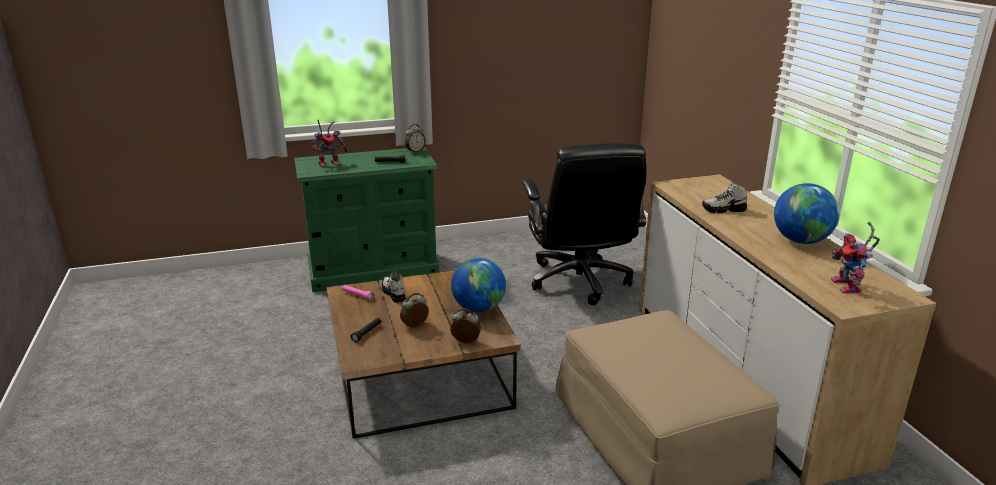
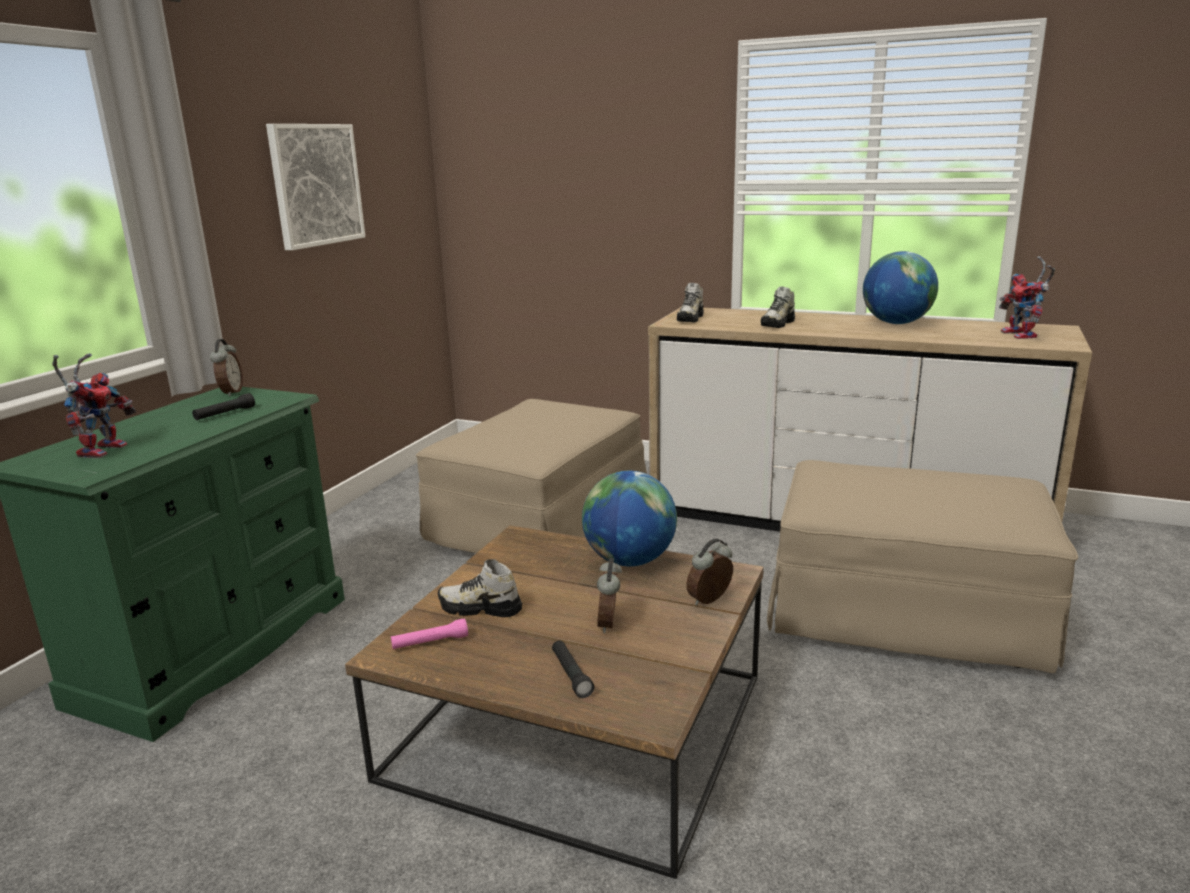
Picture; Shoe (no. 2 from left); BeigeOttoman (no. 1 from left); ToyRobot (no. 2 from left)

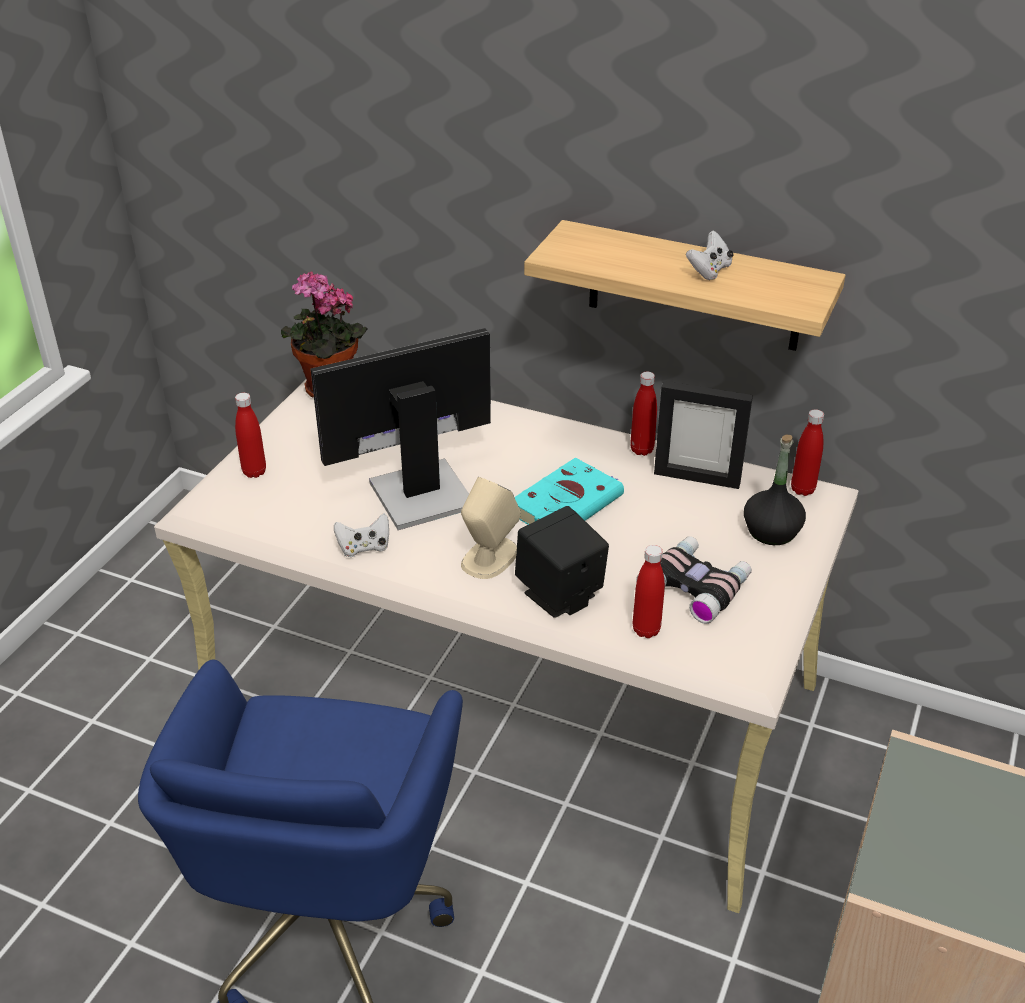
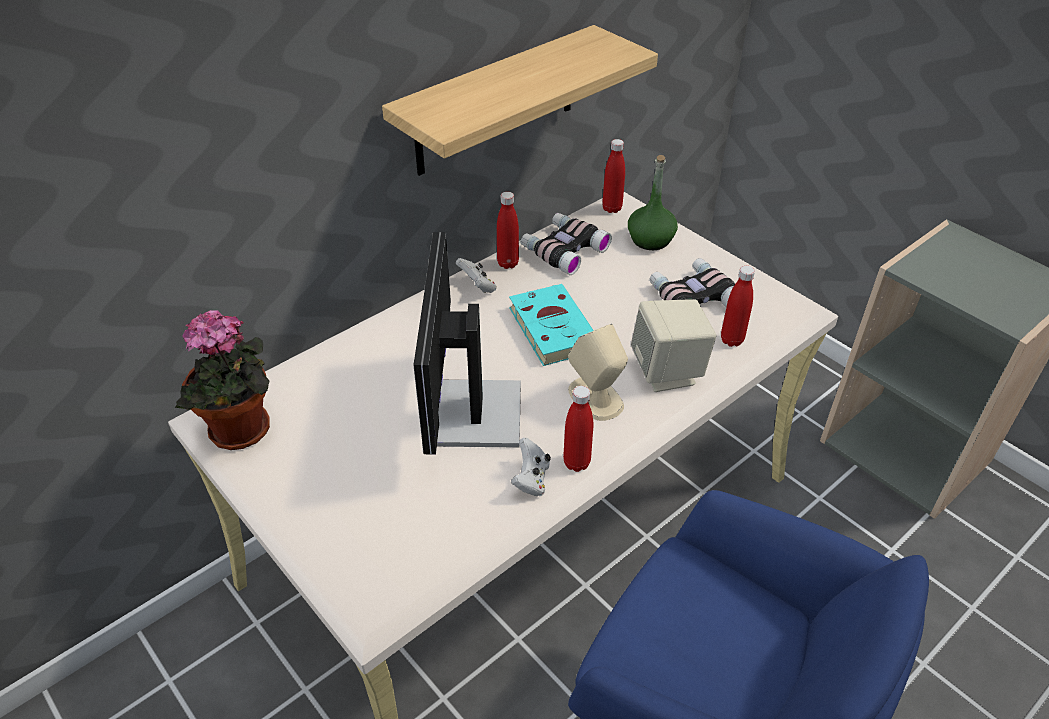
RedBottle (no. 2 from left); WhiteGameController (no. 1 from left); Binoculars (no. 1 from left); BeigeSpeaker (no. 2 from left); GreenBottle

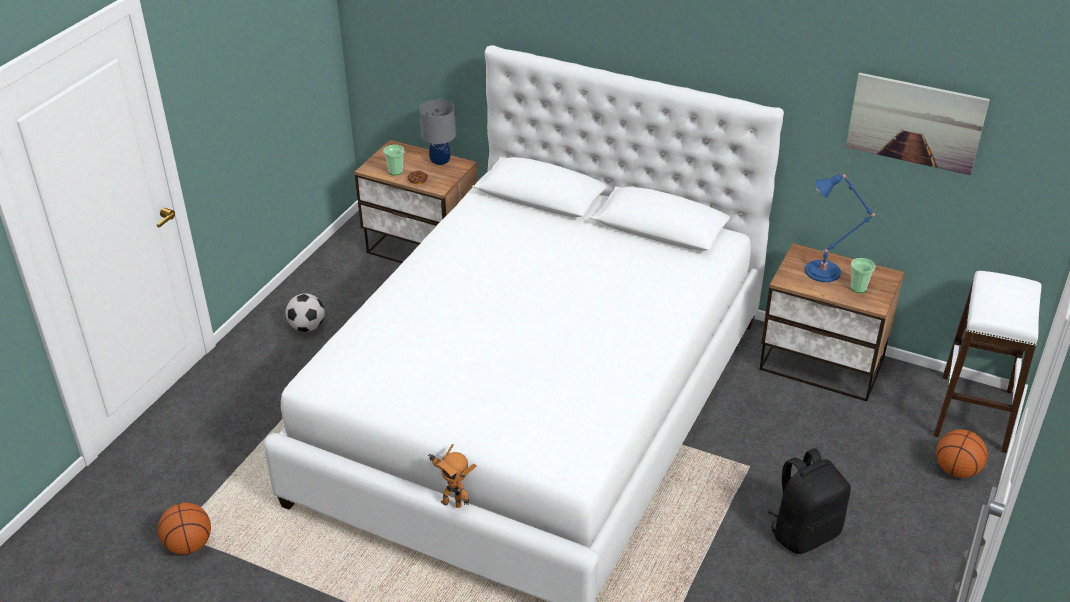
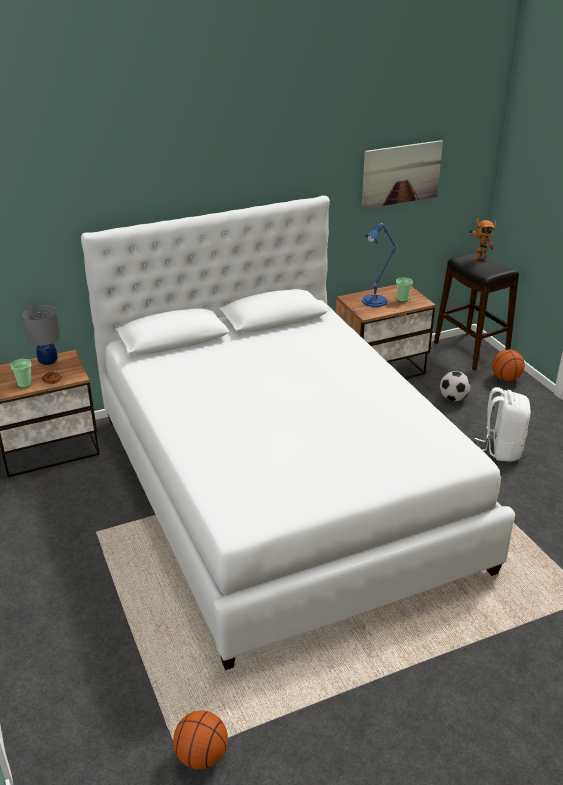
Football; ToyRobot; WhiteBackpack; BlackStool

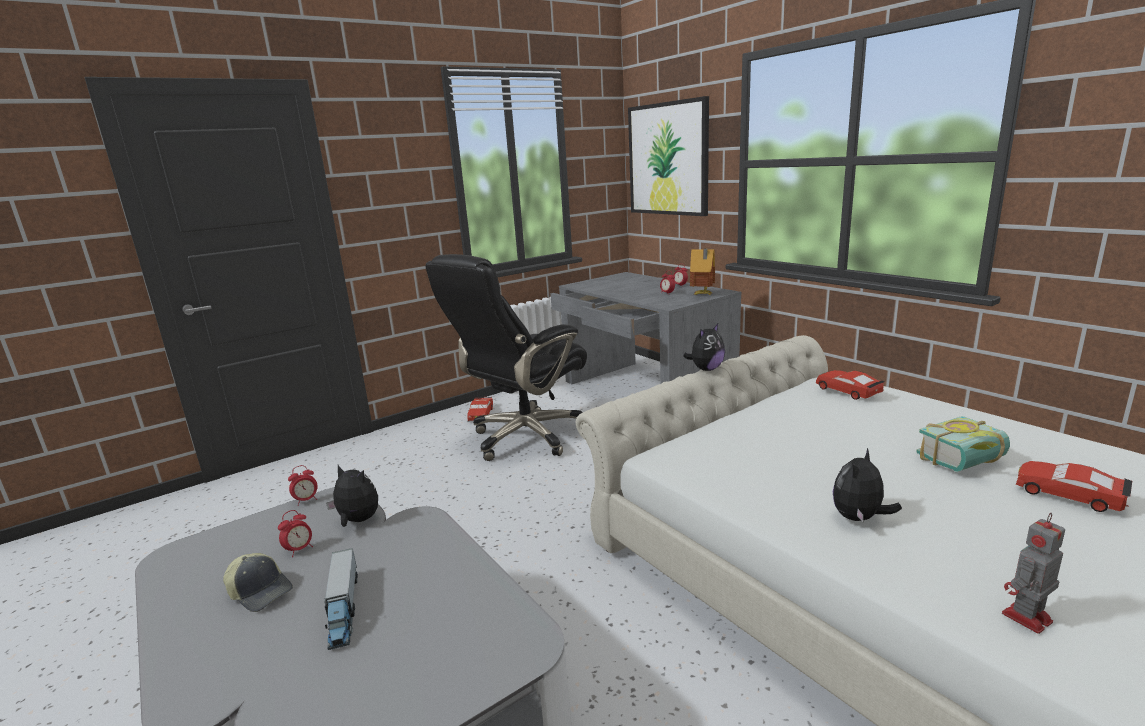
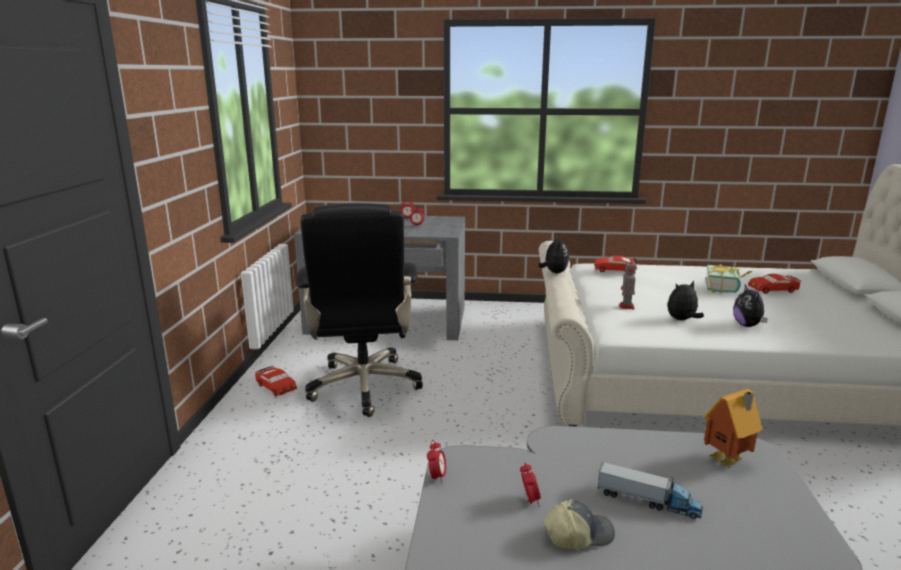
Picture; PlushToy (no. 2 from left); ToyHouse; ToyRobot

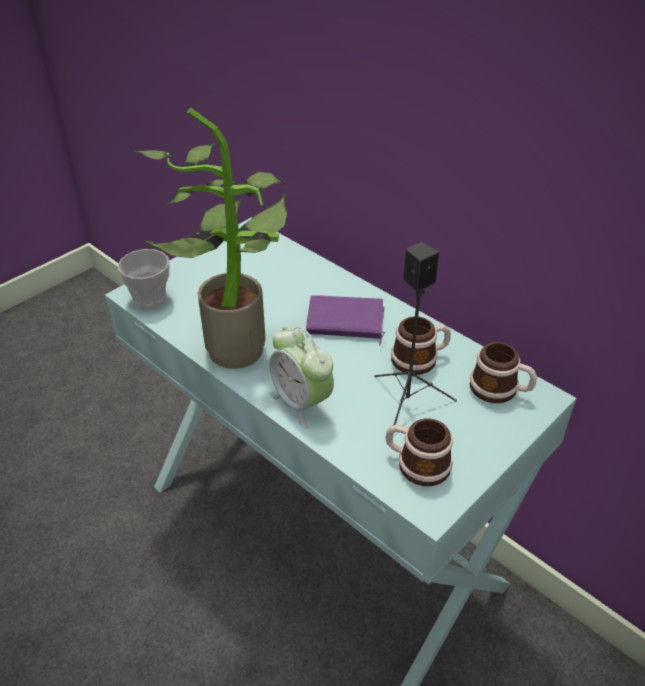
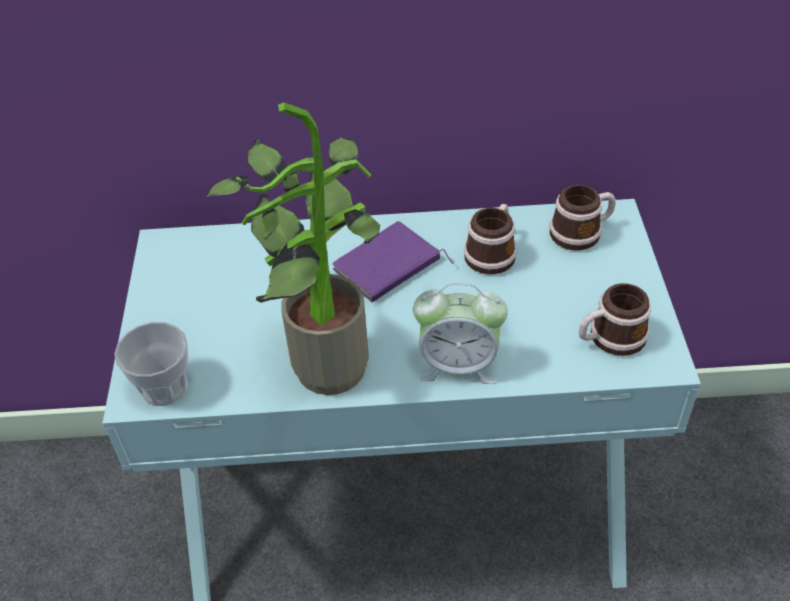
BlackSpeaker

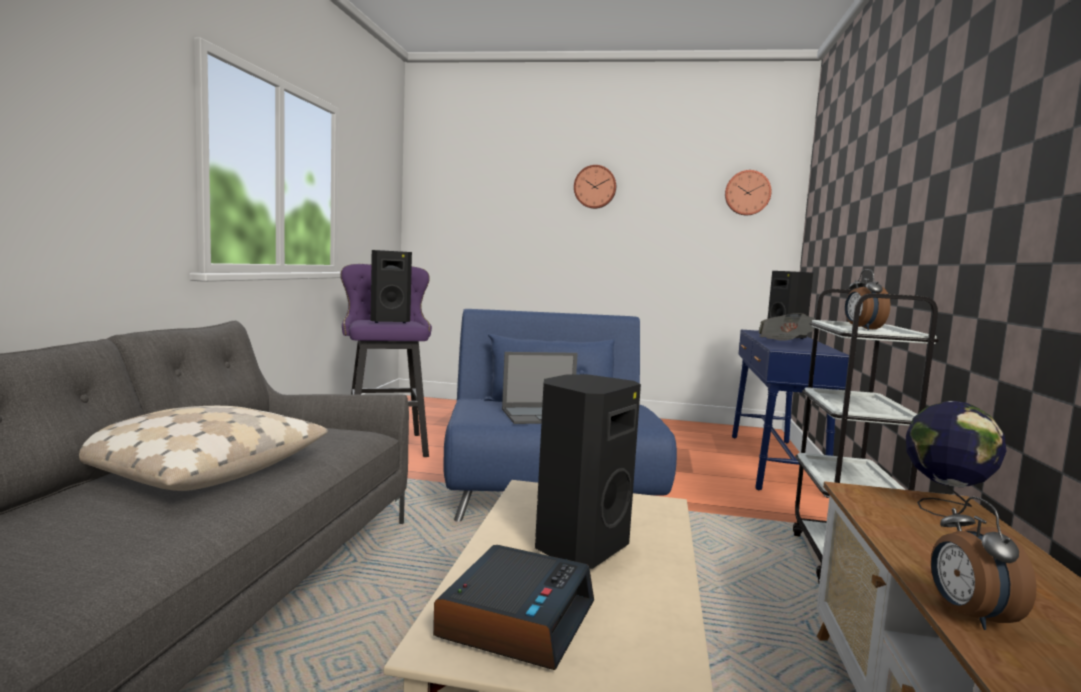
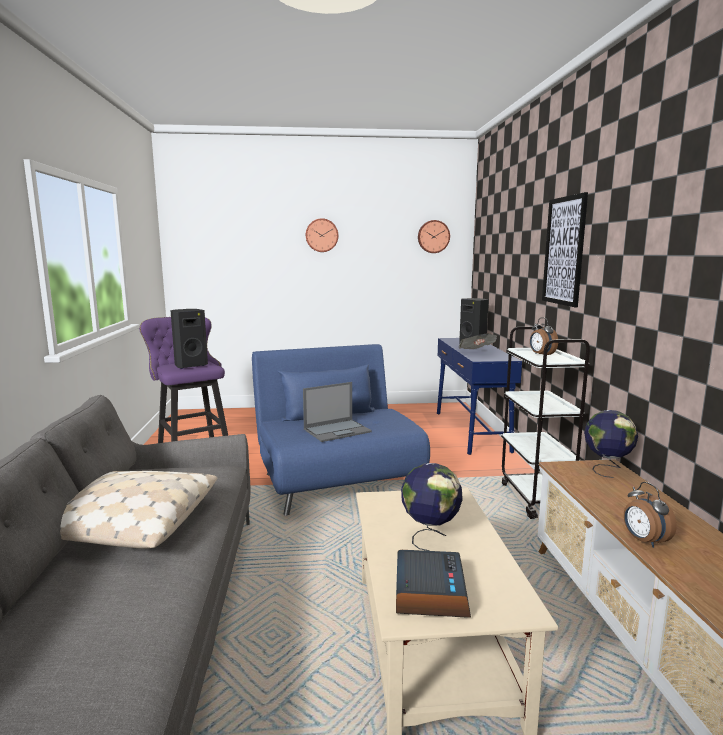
Picture; Globe (no. 1 from left)

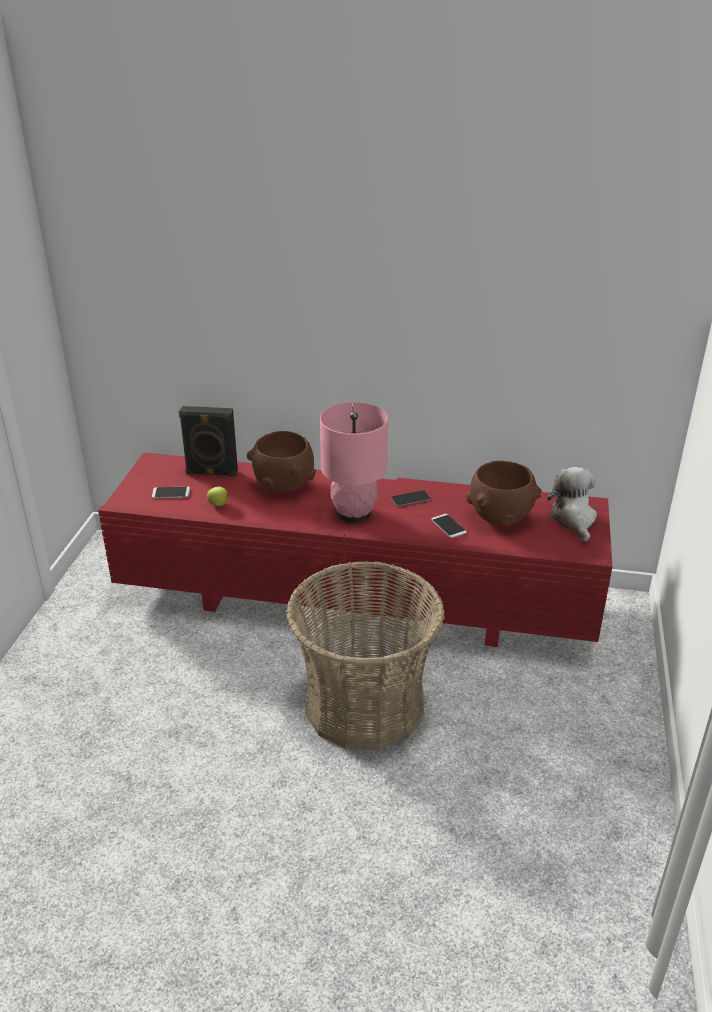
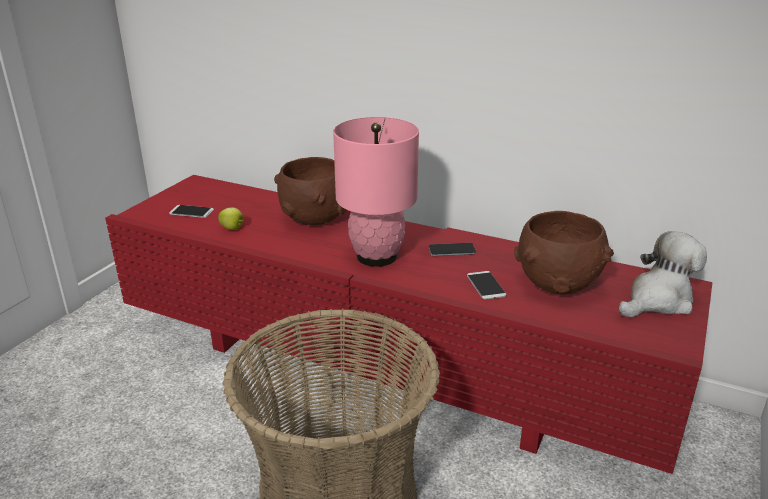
BlackSpeaker; PlushToy

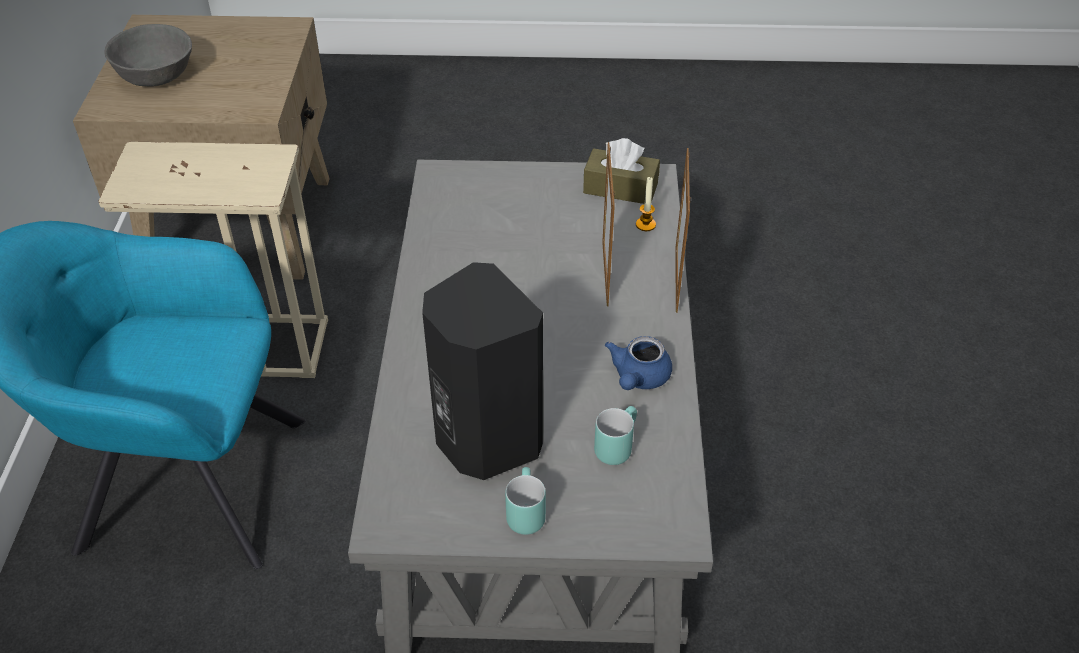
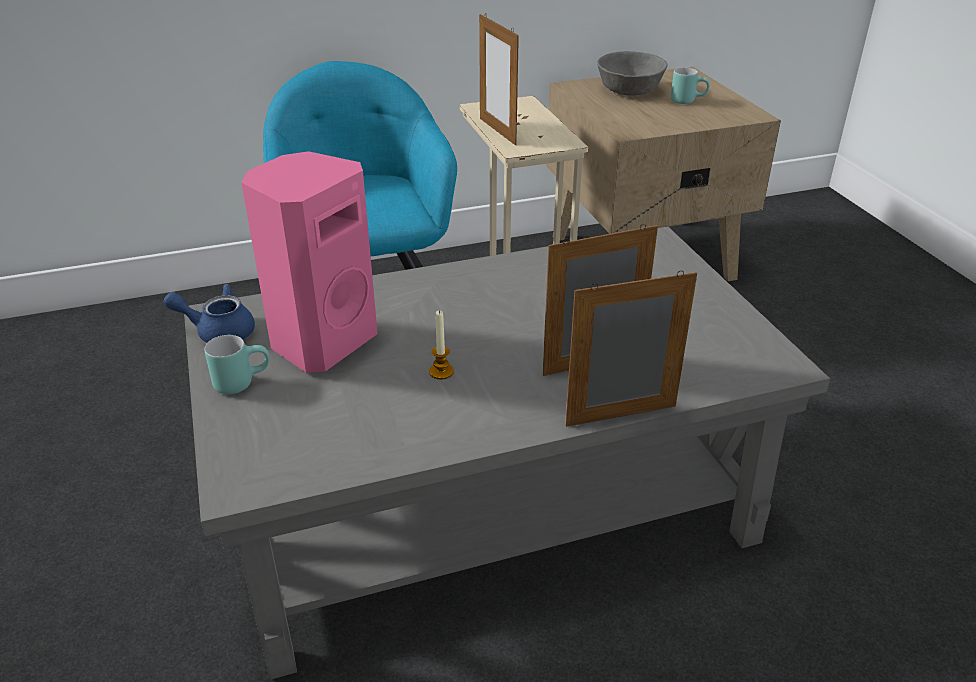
BrownTissueBox; PictureFrame (no. 1 from left); TurquoiseMug (no. 2 from left); BlueTeapot; Candle; PinkSpeaker

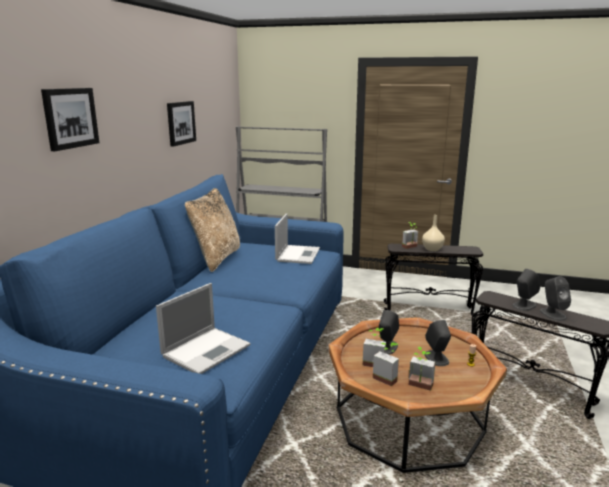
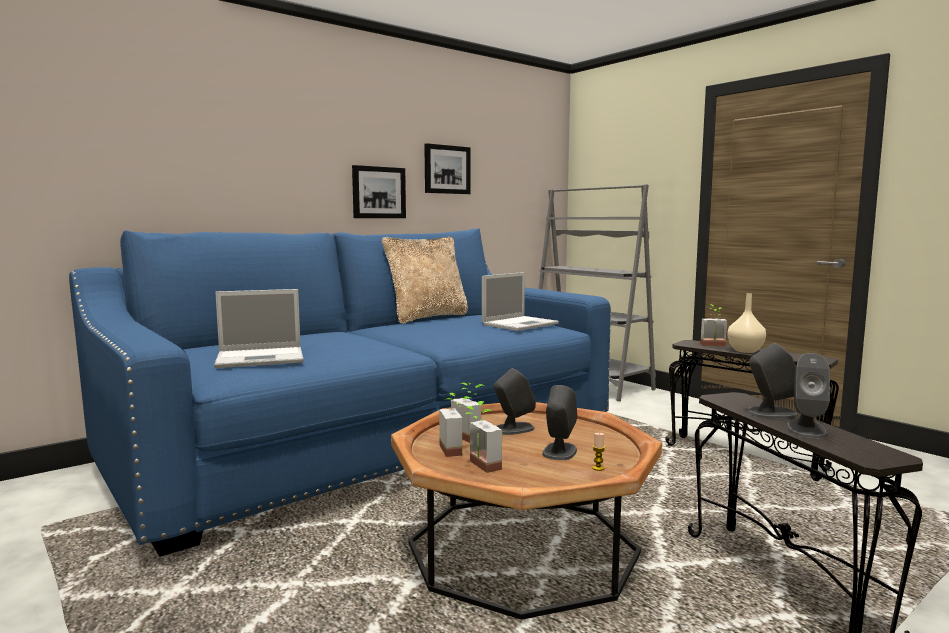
Picture (no. 1 from left)

